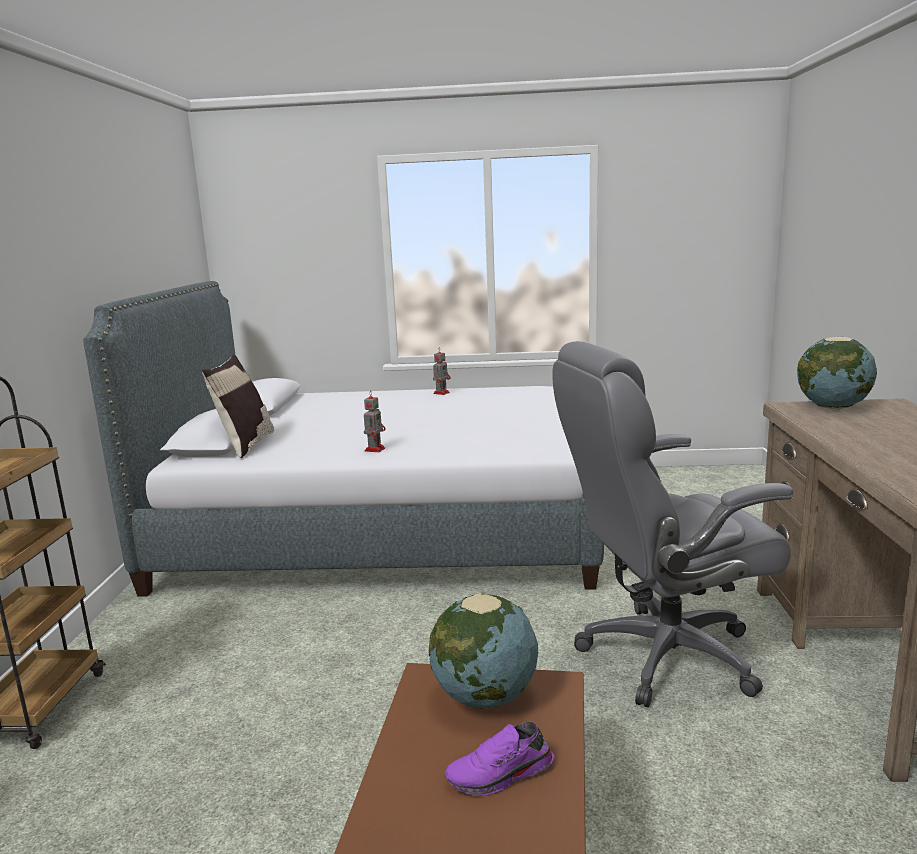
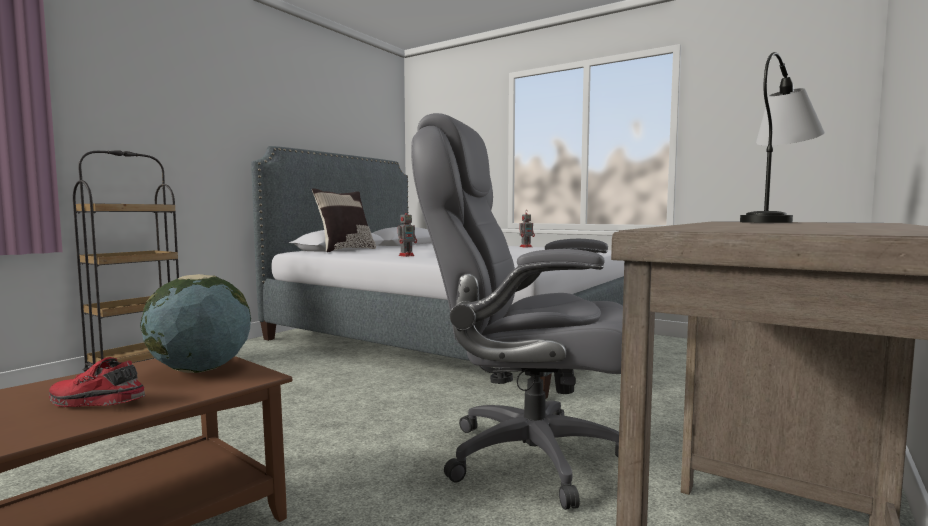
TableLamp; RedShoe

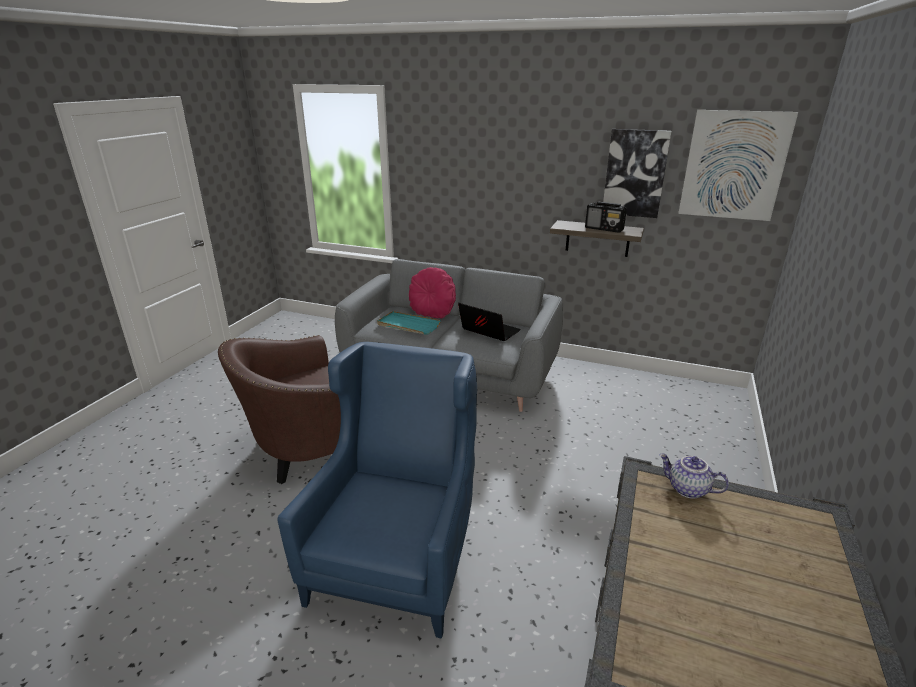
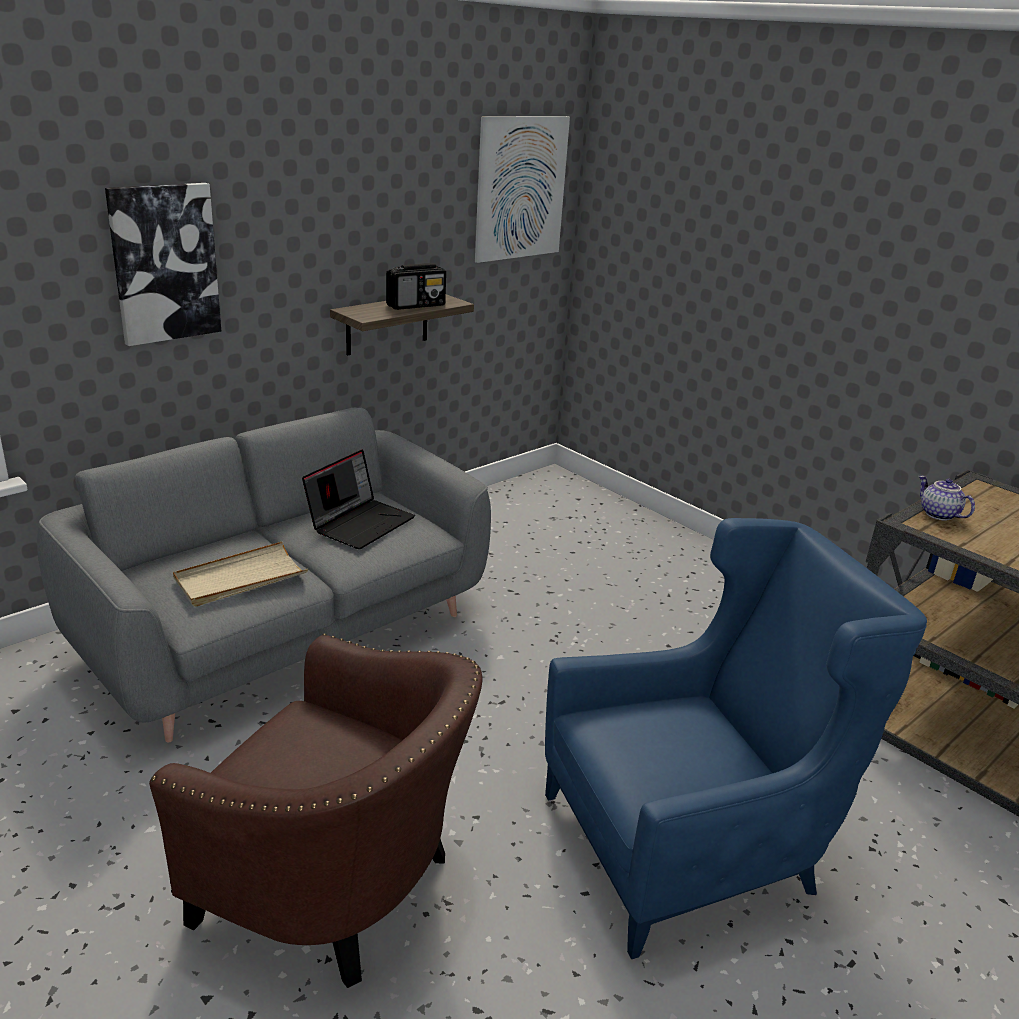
PinkPillow; Picture (no. 1 from left); BeigeTray; BrownArmchair; BlueArmchair; Laptop; Teapot

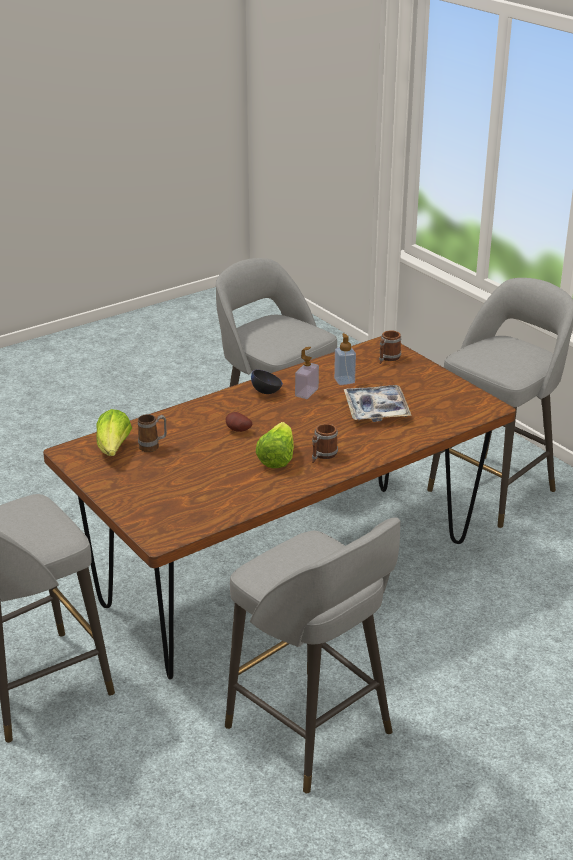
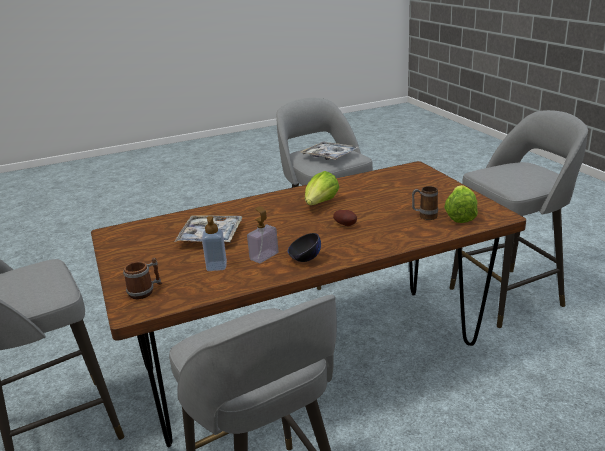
Mug (no. 2 from left in the first image); Tray (no. 2 from left)

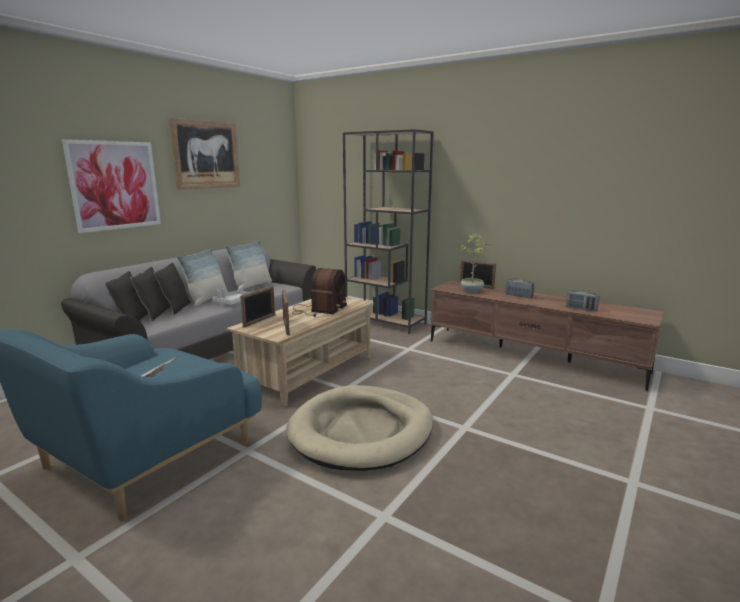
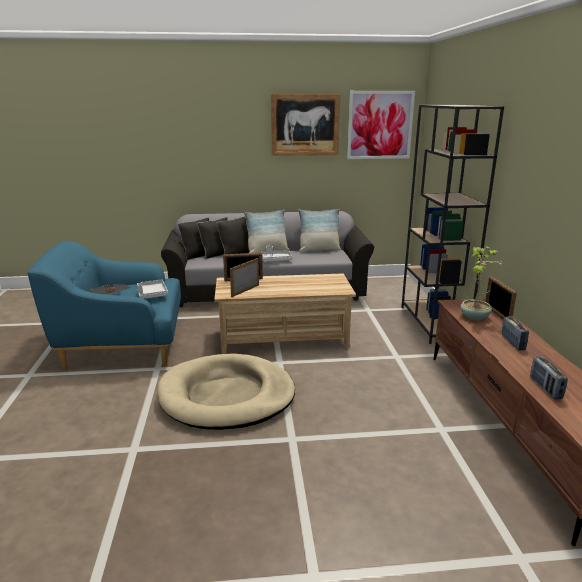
Radio (no. 1 from left in the first image); GreyTray (no. 1 from left); Picture (no. 2 from left)

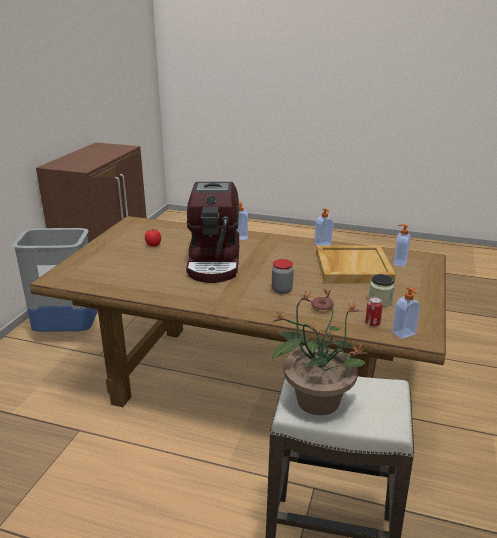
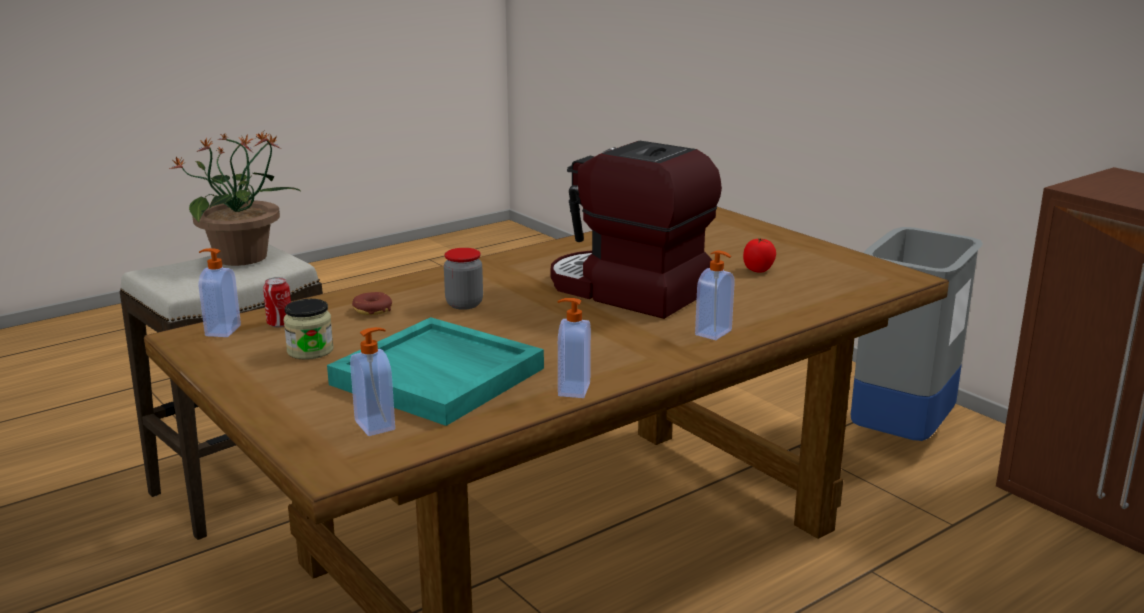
TurquoiseTray

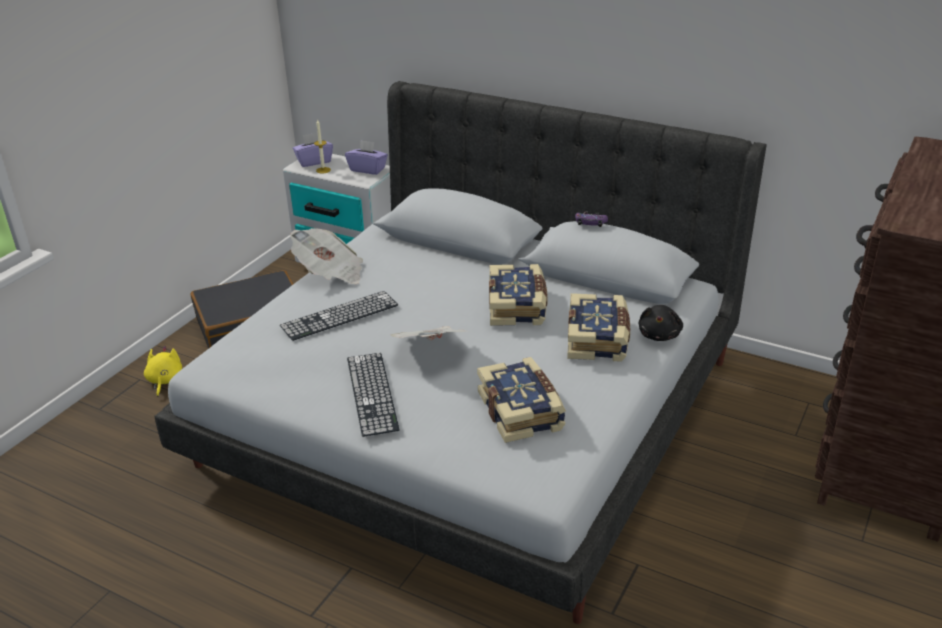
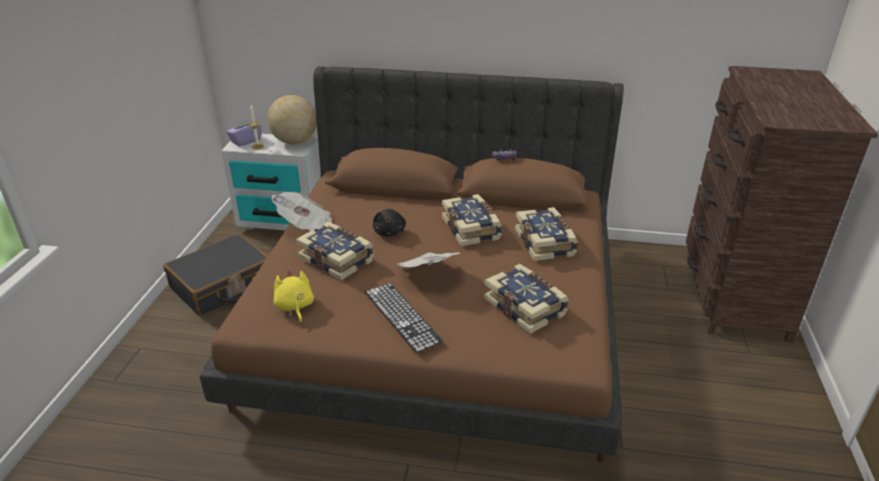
YellowPlushToy; BlackPlushToy; Book (no. 1 from left); Globe; BrownBed

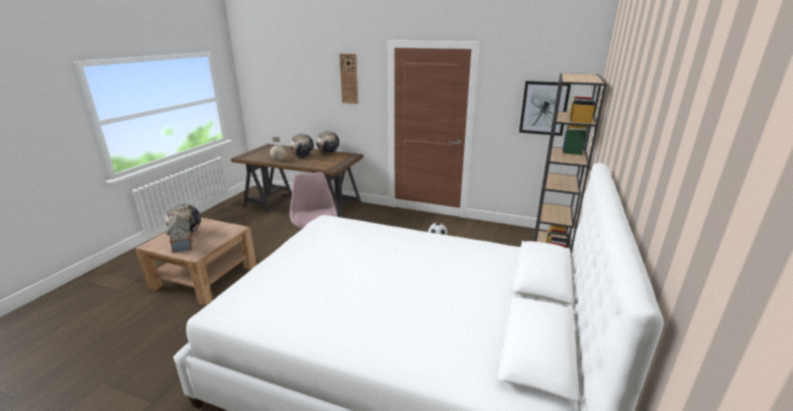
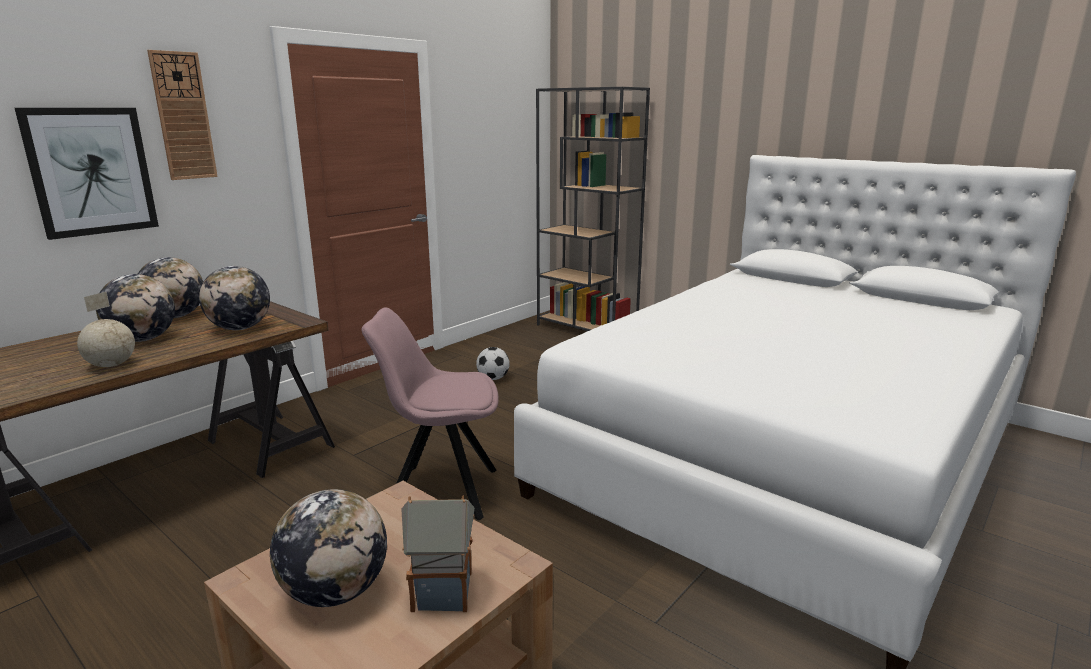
Globe (no. 4 from left); Picture

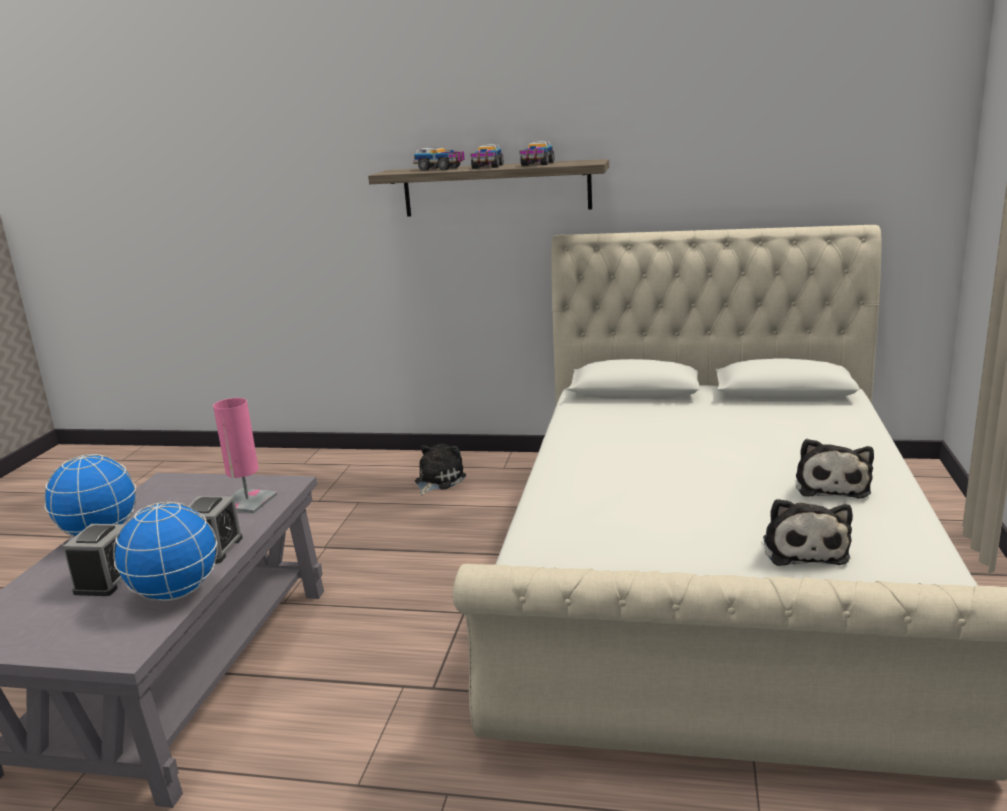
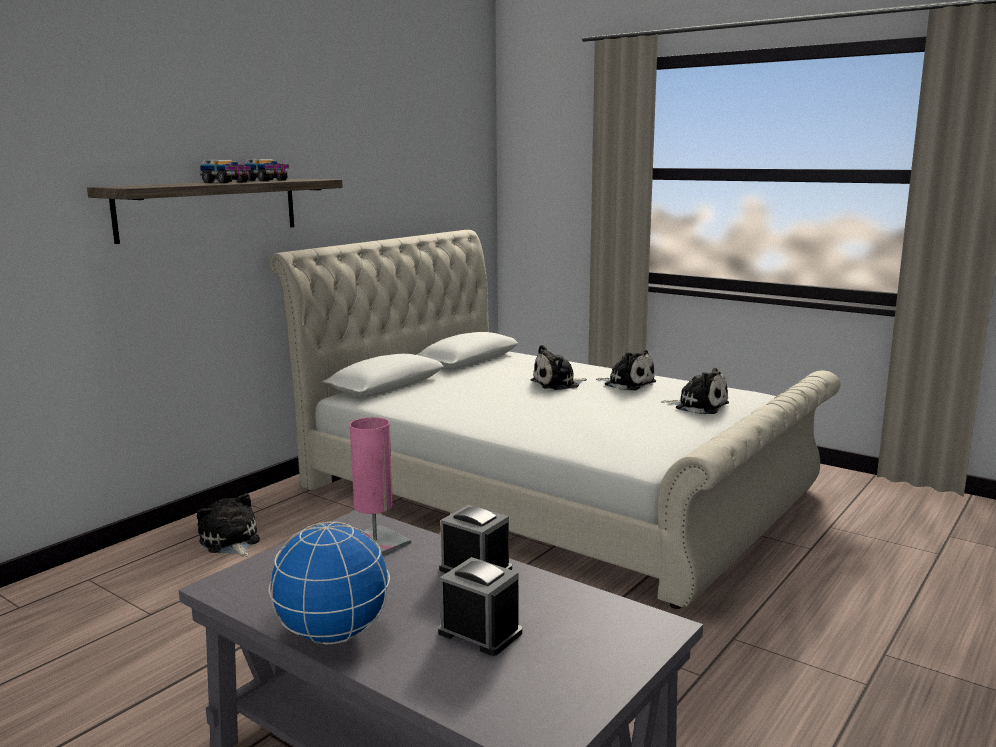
Globe (no. 2 from left in the first image); ToyTruck (no. 1 from left in the first image); PlushToy (no. 2 from left)

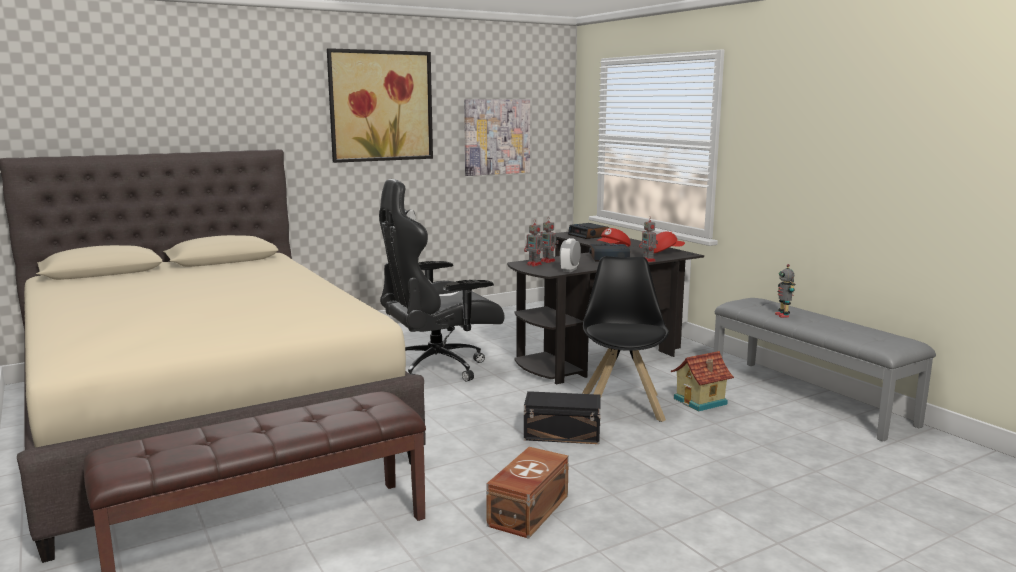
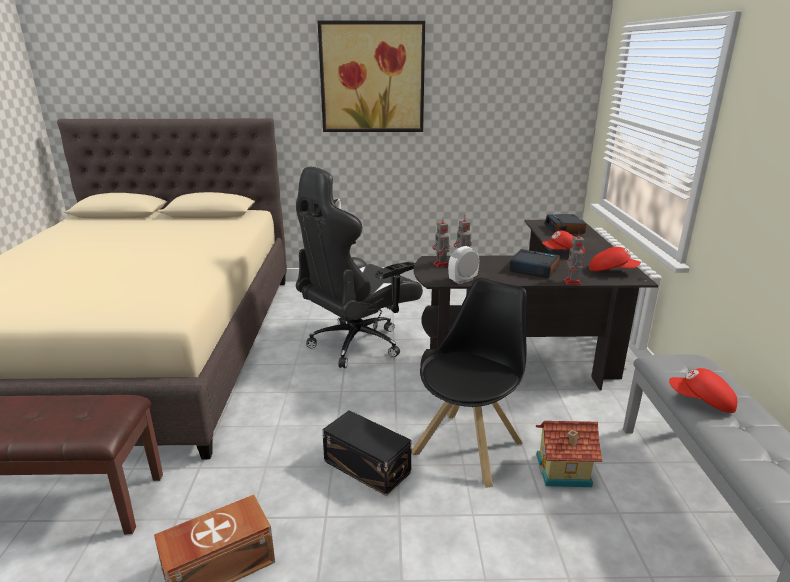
Picture (no. 2 from left in the first image); RedCap (no. 3 from left); BlackOfficeChair

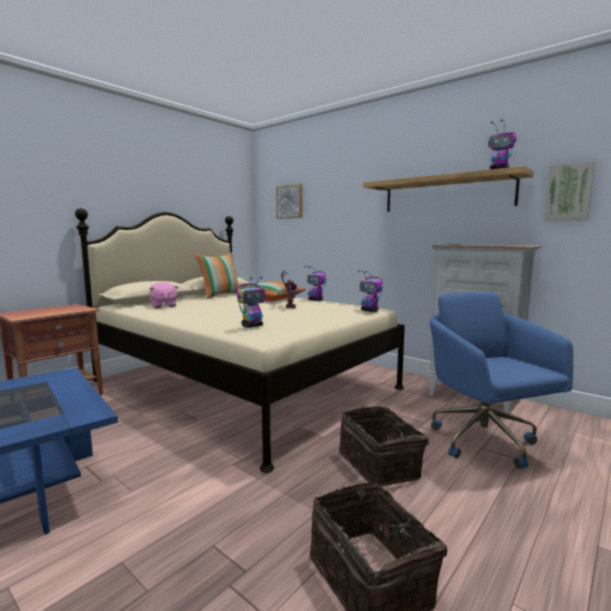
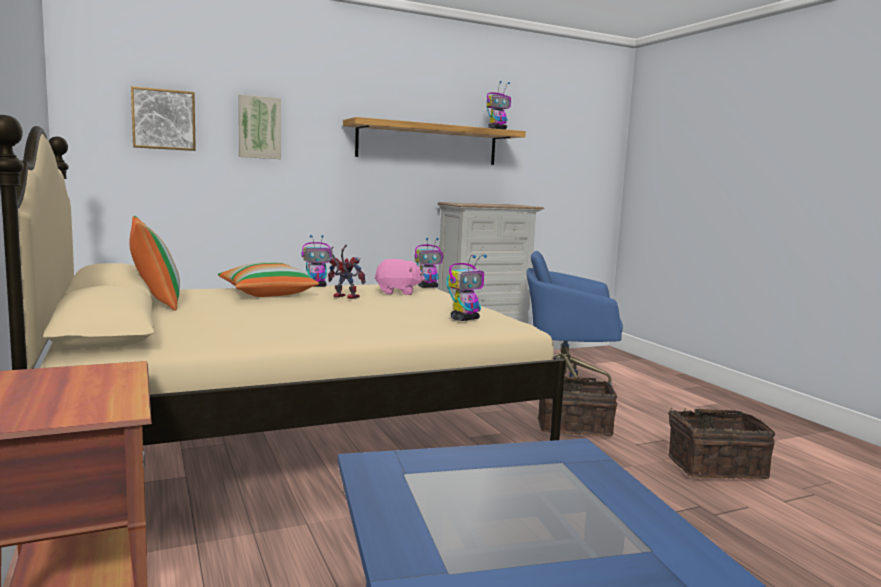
PinkPlushToy; Picture (no. 2 from left); ToyRobot (no. 4 from left)

